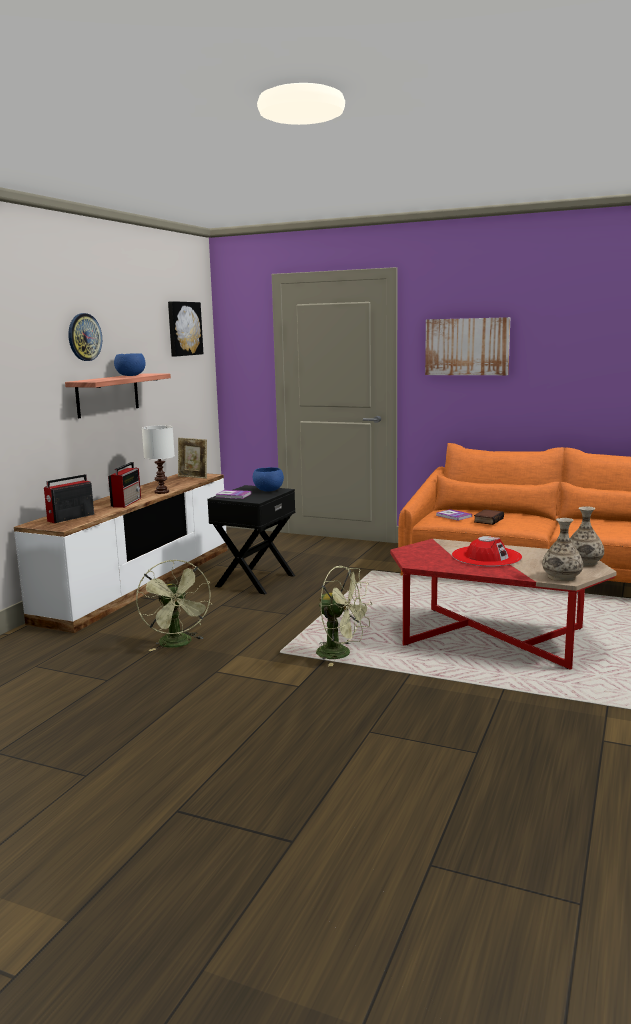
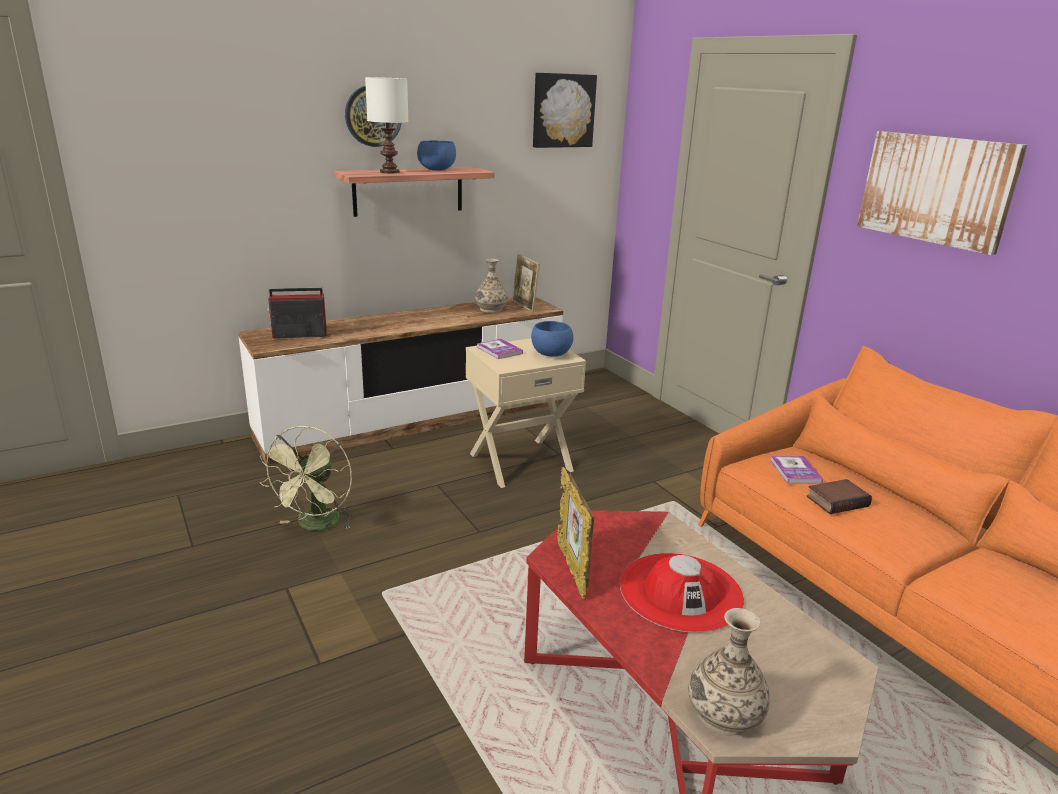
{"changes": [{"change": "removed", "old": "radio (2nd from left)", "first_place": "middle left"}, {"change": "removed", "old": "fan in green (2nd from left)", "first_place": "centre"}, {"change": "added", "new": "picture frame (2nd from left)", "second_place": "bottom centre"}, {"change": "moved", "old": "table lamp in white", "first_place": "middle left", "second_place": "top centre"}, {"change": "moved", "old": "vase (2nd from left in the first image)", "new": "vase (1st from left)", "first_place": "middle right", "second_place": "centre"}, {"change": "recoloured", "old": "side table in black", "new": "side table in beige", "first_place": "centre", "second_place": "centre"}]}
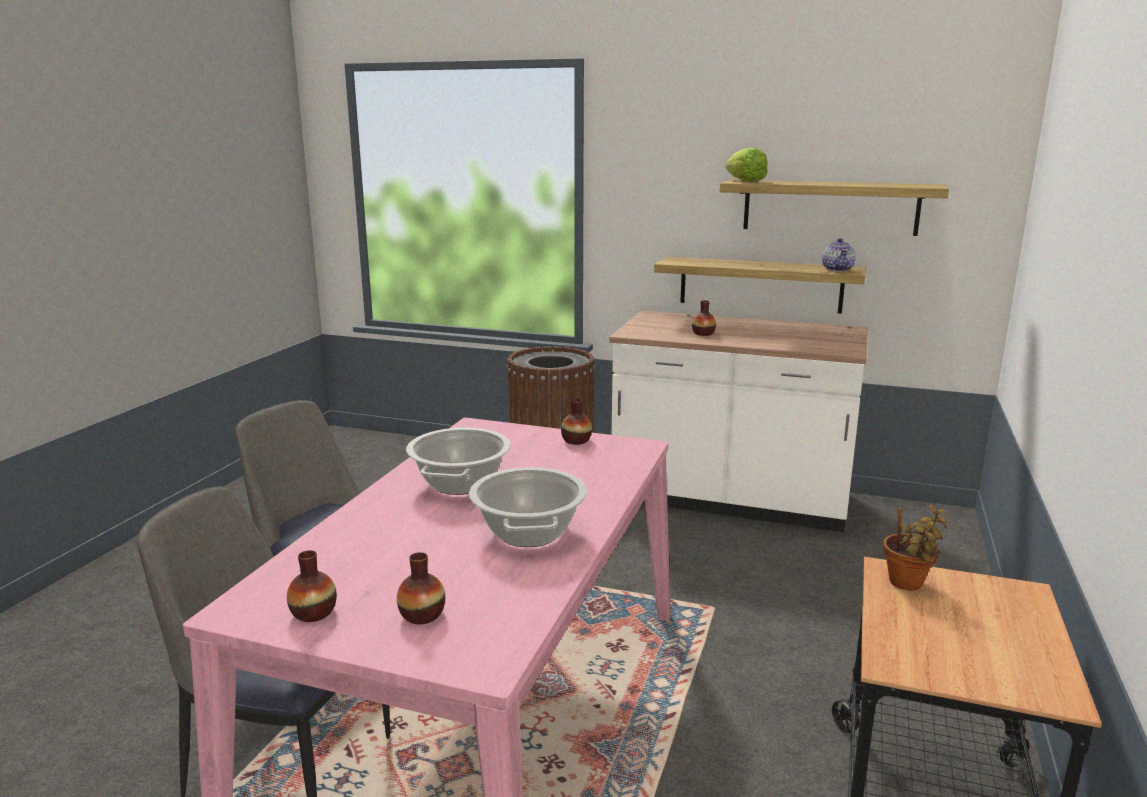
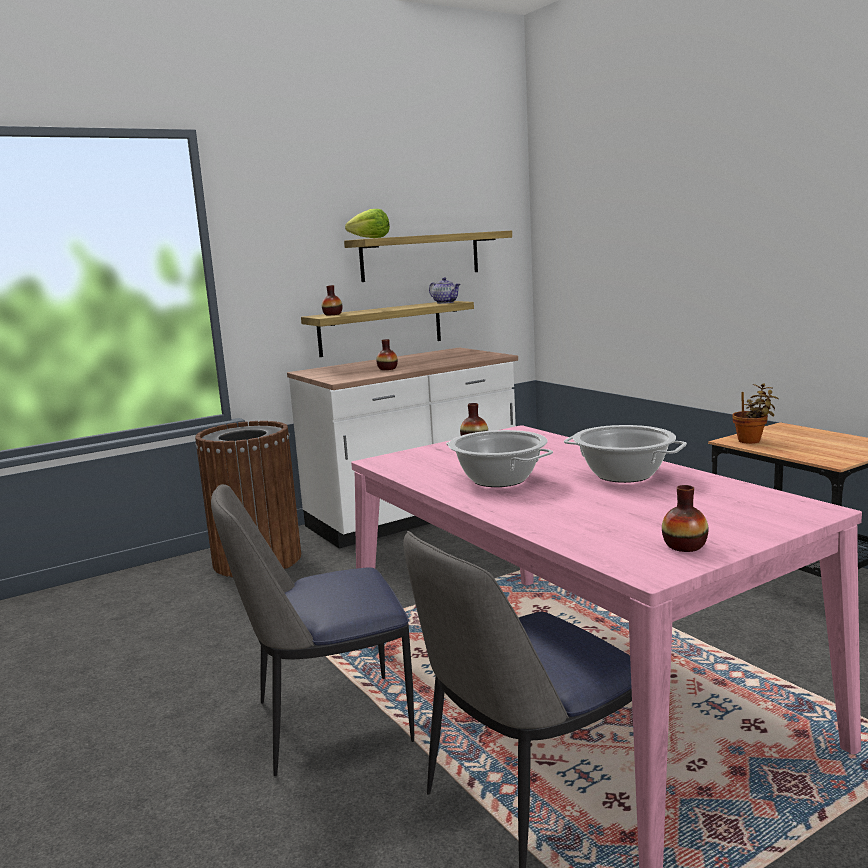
{"changes": [{"change": "moved", "old": "vase (2nd from left in the first image)", "new": "vase (1st from left)", "first_place": "bottom centre", "second_place": "centre"}]}
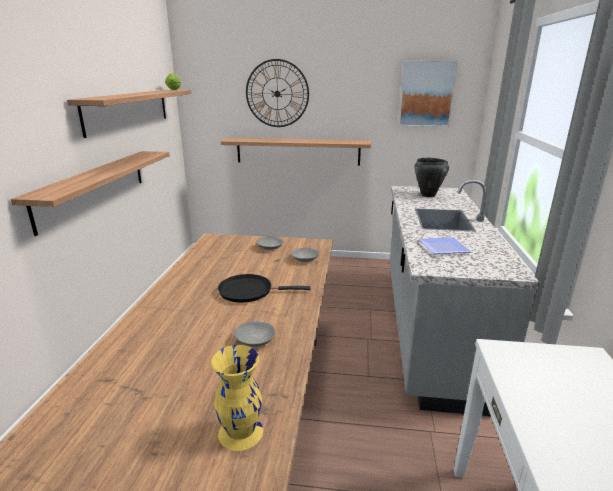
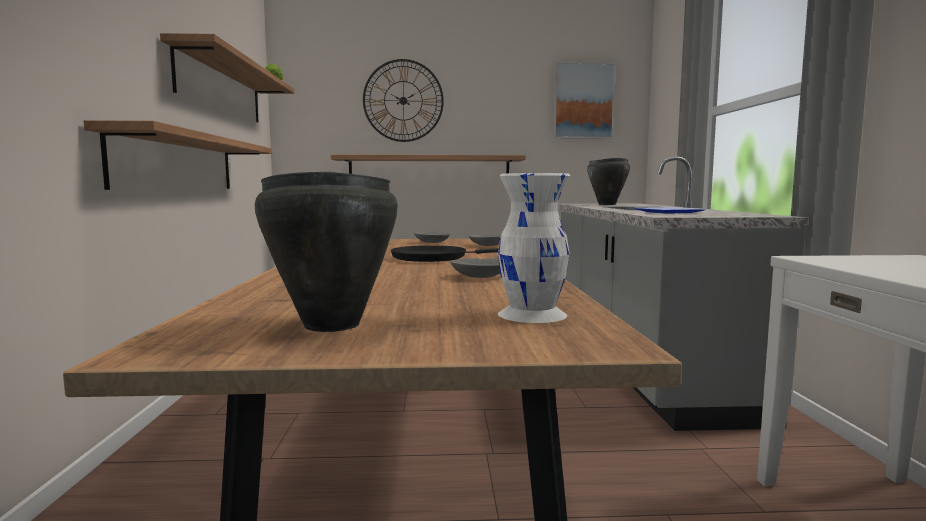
{"changes": [{"change": "added", "new": "cooking pot in black (1st from left)", "second_place": "centre"}, {"change": "recoloured", "old": "vase in yellow", "new": "vase in white", "first_place": "bottom centre", "second_place": "centre"}]}
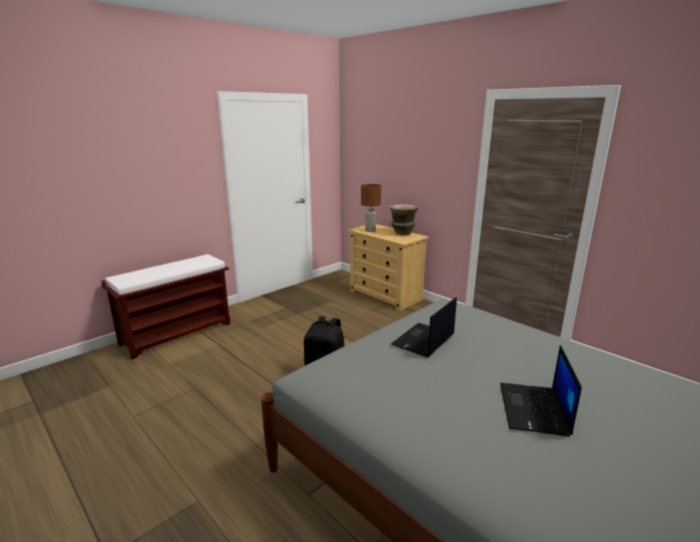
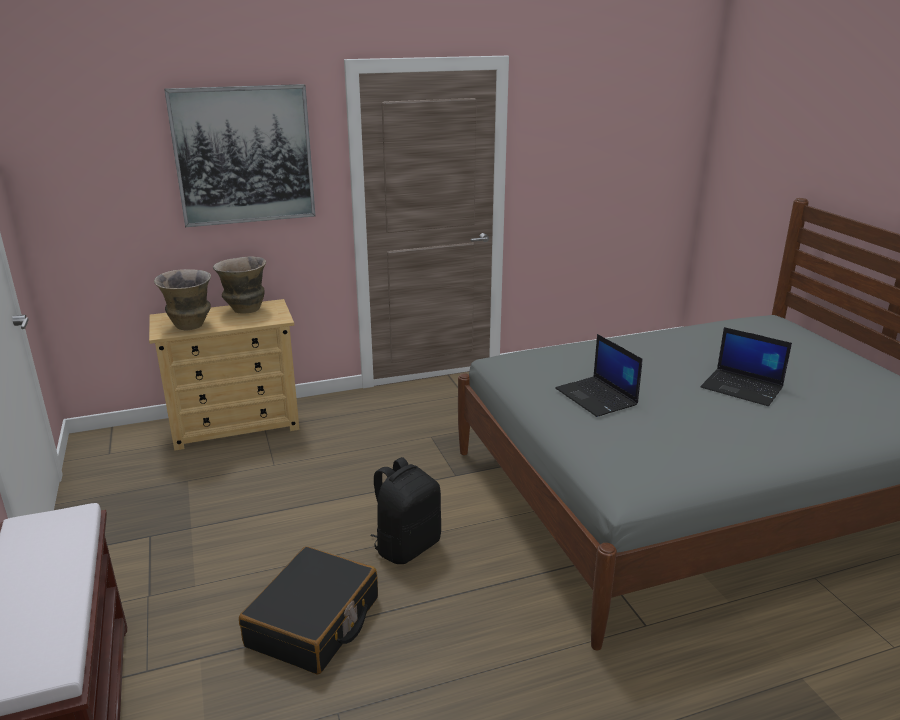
{"changes": [{"change": "added", "new": "picture", "second_place": "top left"}, {"change": "added", "new": "suitcase in black", "second_place": "bottom centre"}, {"change": "replaced", "old": "table lamp in brown", "new": "vase (1st from left)", "first_place": "centre", "second_place": "middle left"}]}
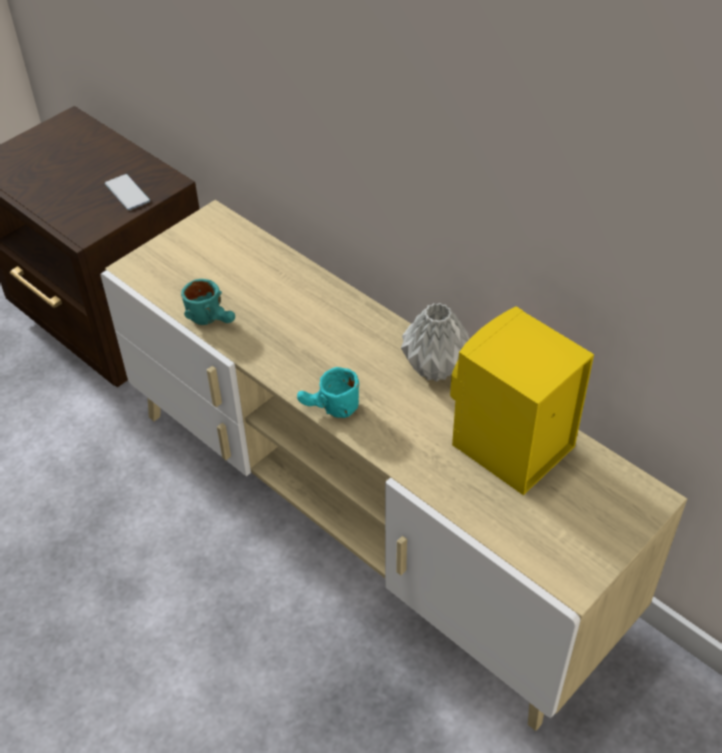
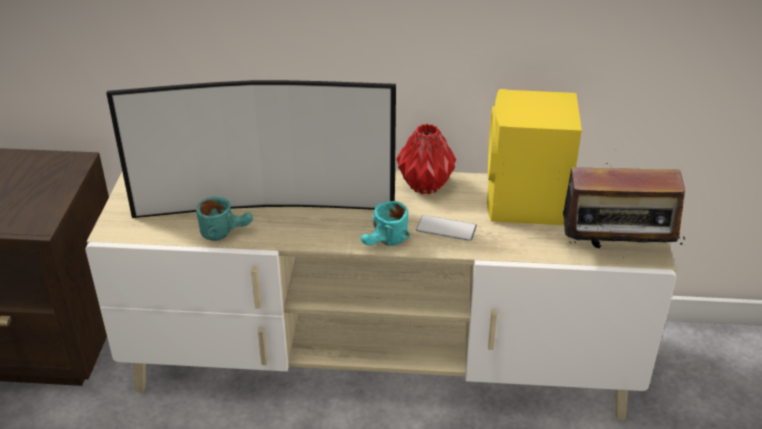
{"changes": [{"change": "added", "new": "television", "second_place": "middle left"}, {"change": "added", "new": "radio", "second_place": "middle right"}, {"change": "moved", "old": "phone", "first_place": "top left", "second_place": "centre"}, {"change": "recoloured", "old": "vase in grey", "new": "vase in red", "first_place": "centre", "second_place": "centre"}]}
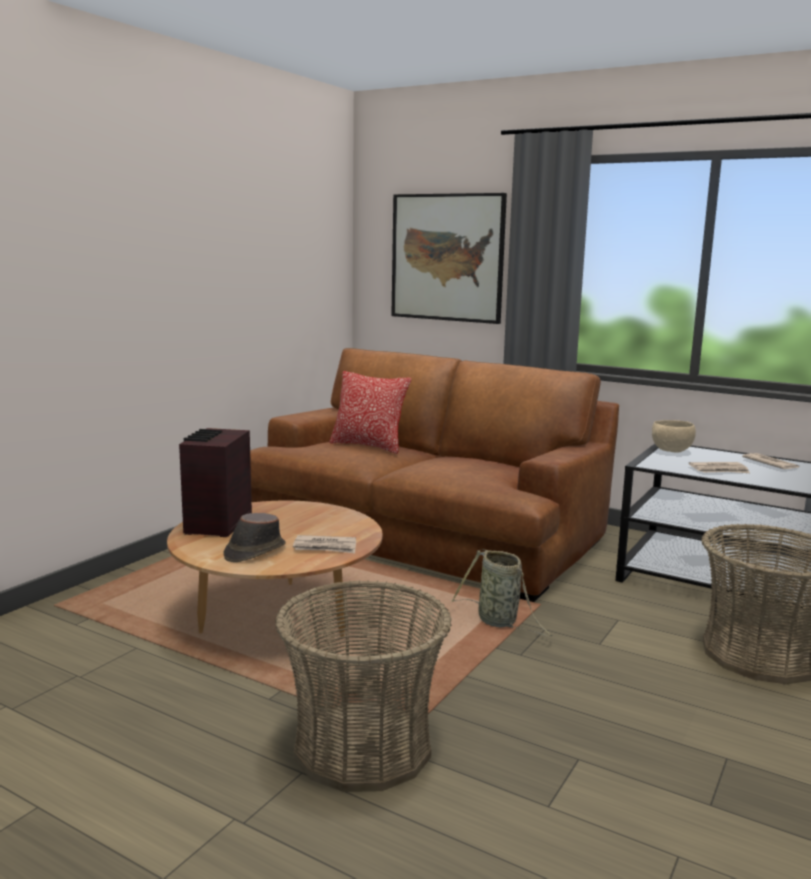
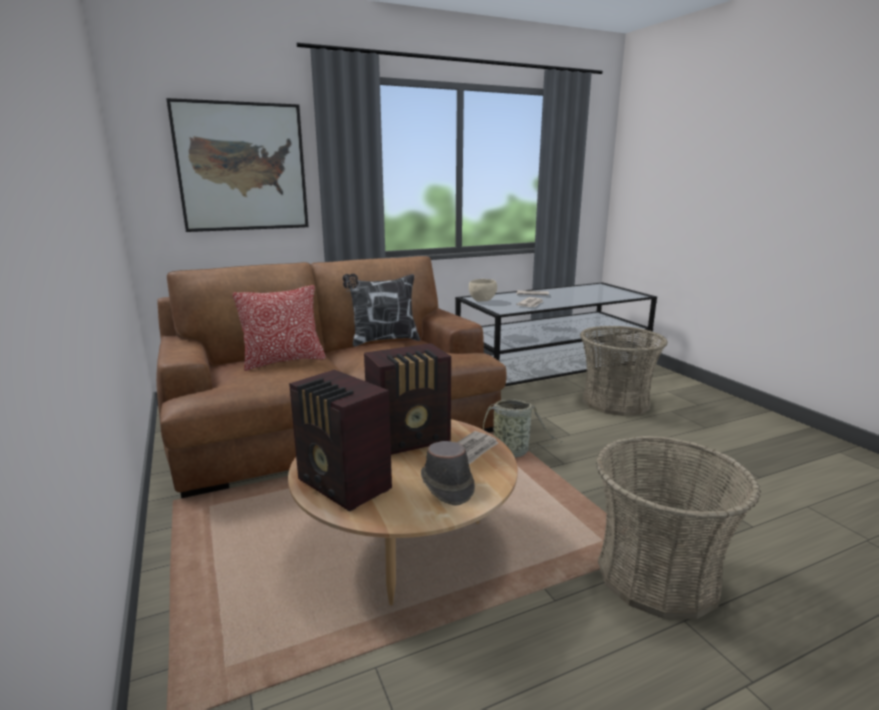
{"changes": [{"change": "added", "new": "pillow (2nd from left)", "second_place": "centre"}, {"change": "added", "new": "radio (2nd from left)", "second_place": "centre"}]}
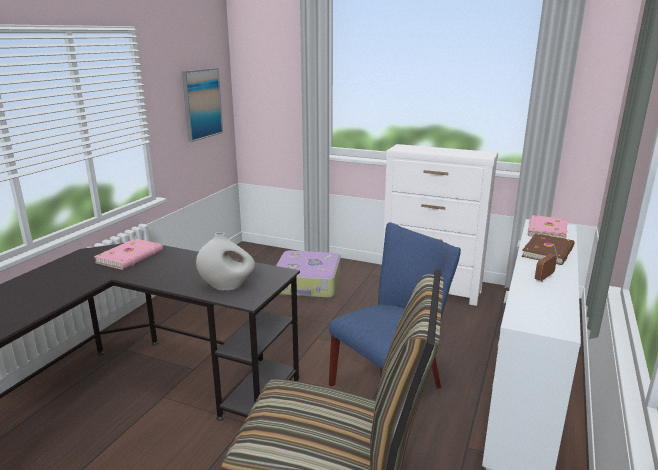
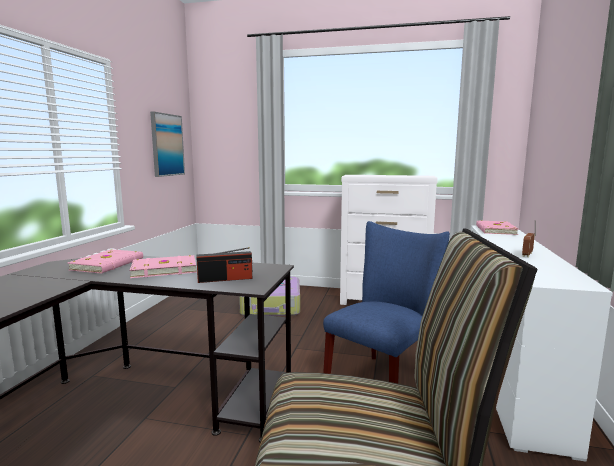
{"changes": [{"change": "removed", "old": "book in brown", "first_place": "middle right"}, {"change": "added", "new": "book in pink (2nd from left)", "second_place": "middle left"}, {"change": "replaced", "old": "vase in white", "new": "radio (1st from left)", "first_place": "centre", "second_place": "centre"}]}
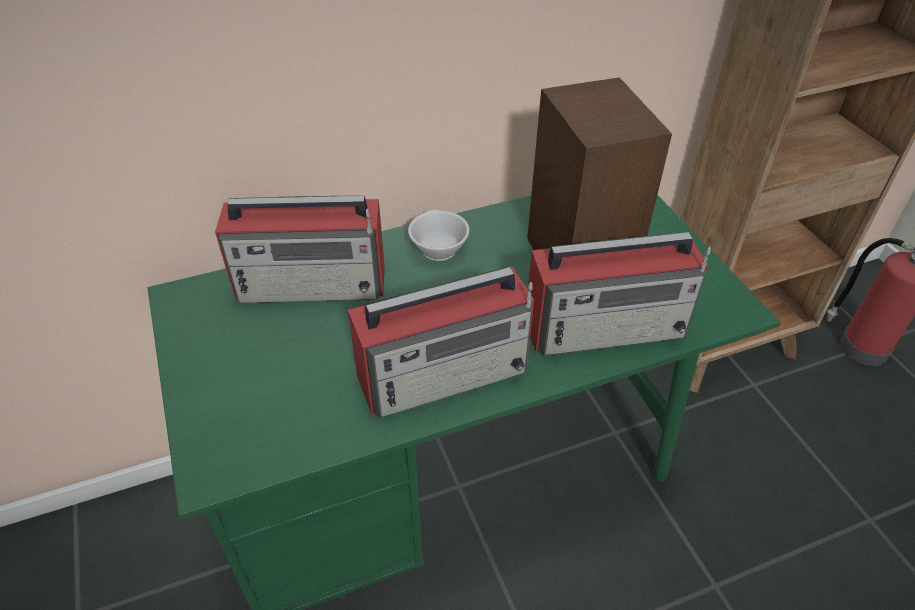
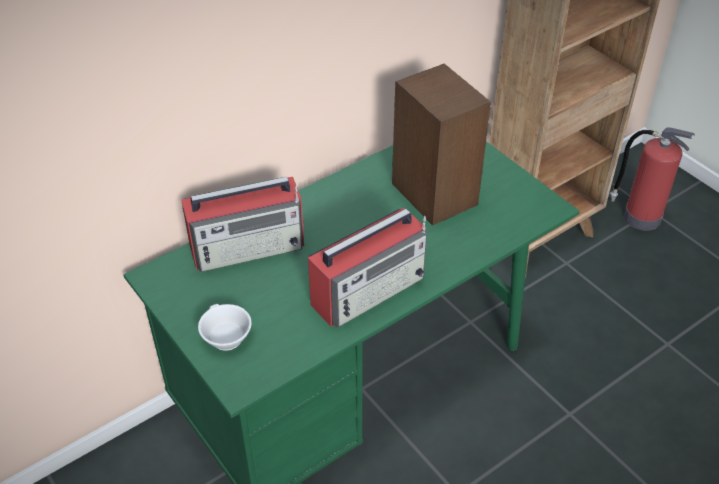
{"changes": [{"change": "removed", "old": "radio (3rd from left)", "first_place": "middle right"}, {"change": "moved", "old": "cup in white", "first_place": "centre", "second_place": "bottom left"}]}
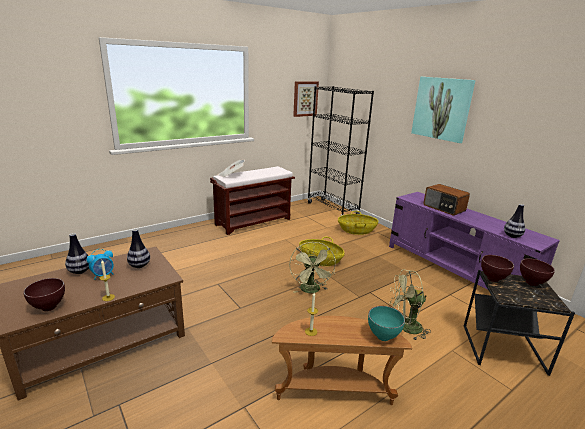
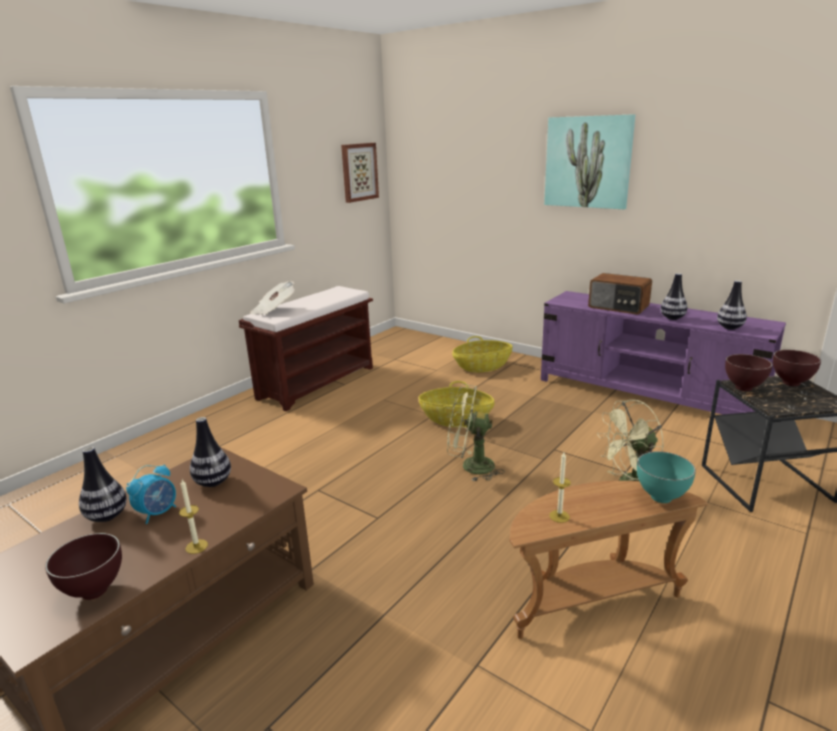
{"changes": [{"change": "removed", "old": "bookcase in black", "first_place": "centre"}, {"change": "added", "new": "vase (3rd from left)", "second_place": "middle right"}, {"change": "turned", "old": "fan in green (1st from left)", "first_place": "centre", "second_place": "centre", "degrees": 120}]}
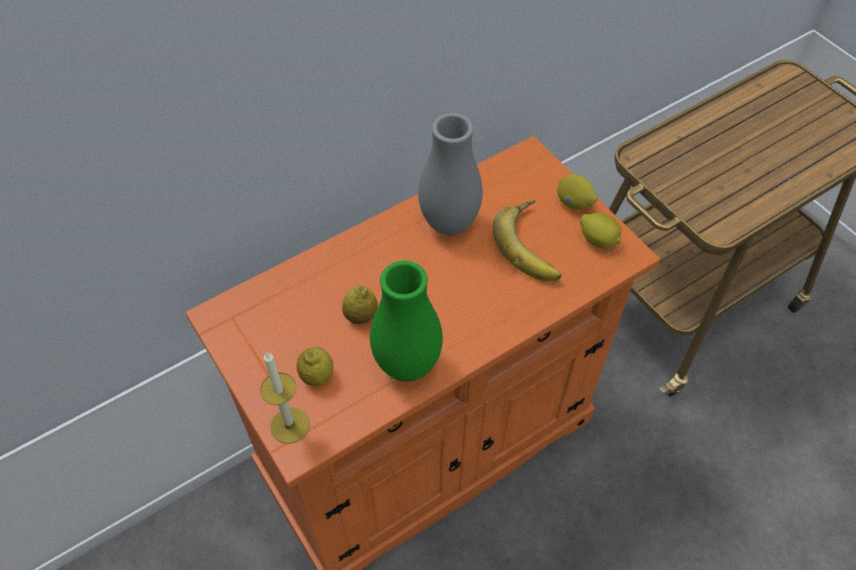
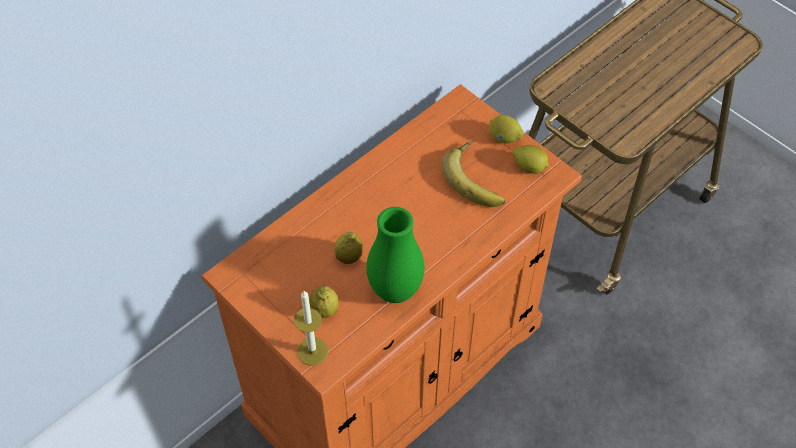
{"changes": [{"change": "removed", "old": "vase in grey", "first_place": "top centre"}]}
